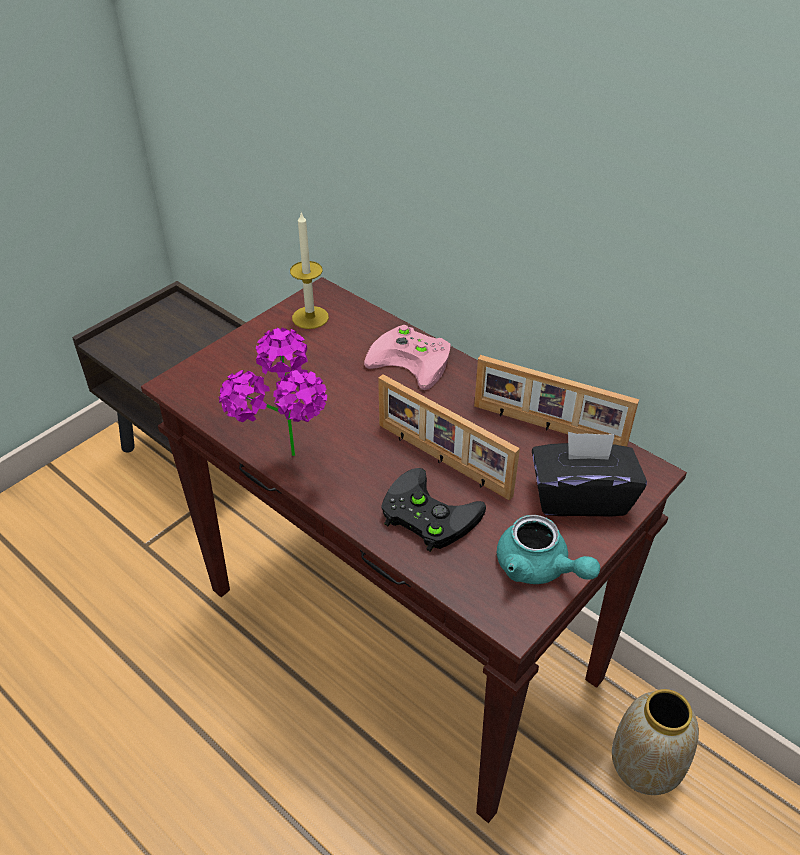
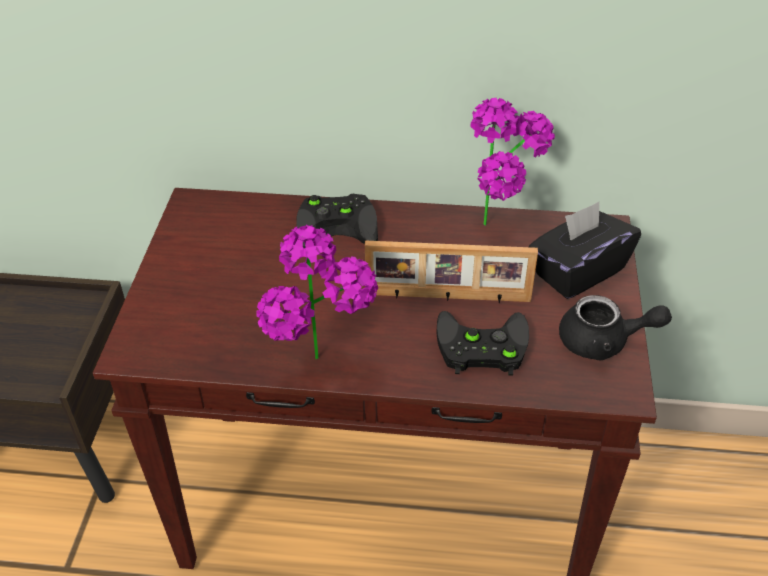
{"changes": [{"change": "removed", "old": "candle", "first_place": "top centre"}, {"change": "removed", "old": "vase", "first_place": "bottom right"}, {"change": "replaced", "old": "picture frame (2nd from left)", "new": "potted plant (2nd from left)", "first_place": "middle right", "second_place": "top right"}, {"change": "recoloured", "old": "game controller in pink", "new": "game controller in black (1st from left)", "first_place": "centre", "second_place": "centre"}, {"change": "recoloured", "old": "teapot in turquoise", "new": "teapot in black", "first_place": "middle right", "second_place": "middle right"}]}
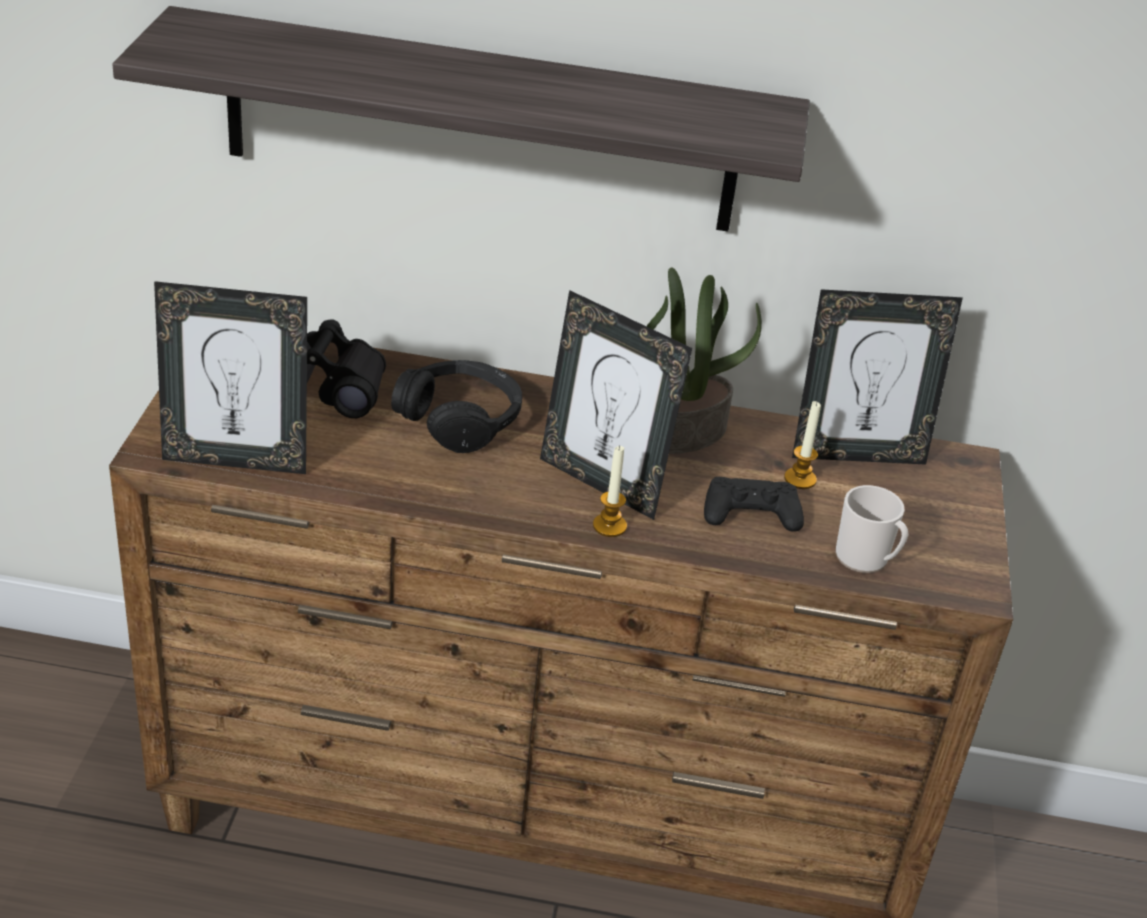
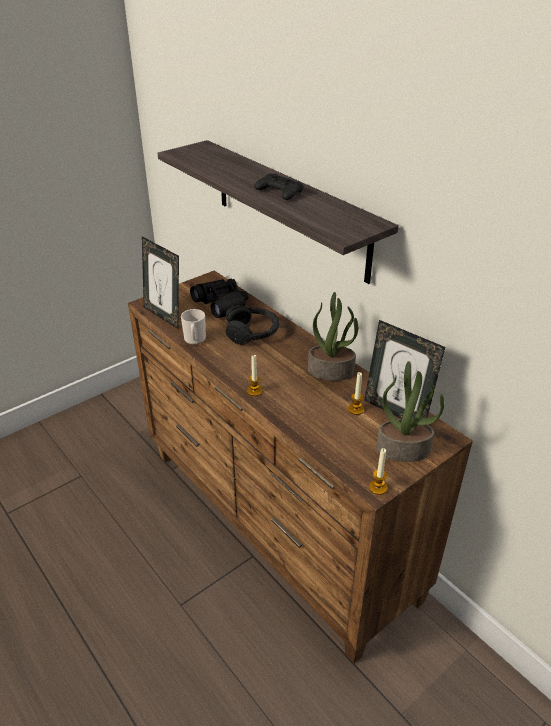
{"changes": [{"change": "removed", "old": "picture frame (2nd from left)", "first_place": "centre"}, {"change": "added", "new": "candle (3rd from left)", "second_place": "middle right"}, {"change": "added", "new": "potted plant (2nd from left)", "second_place": "middle right"}, {"change": "moved", "old": "game controller in black", "first_place": "centre", "second_place": "top centre"}, {"change": "moved", "old": "mug", "first_place": "middle right", "second_place": "centre"}]}
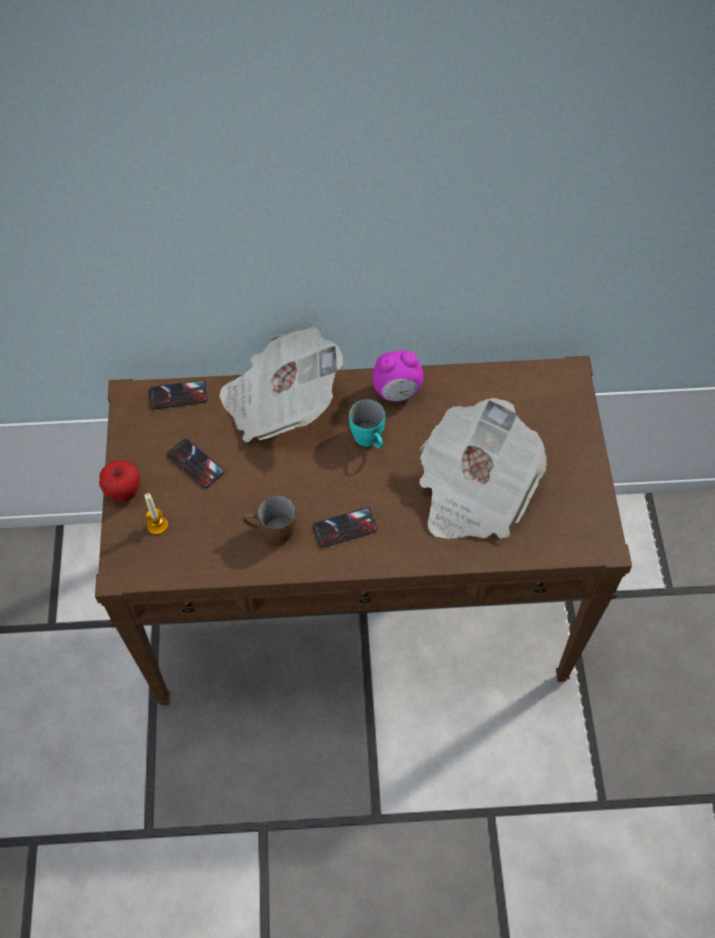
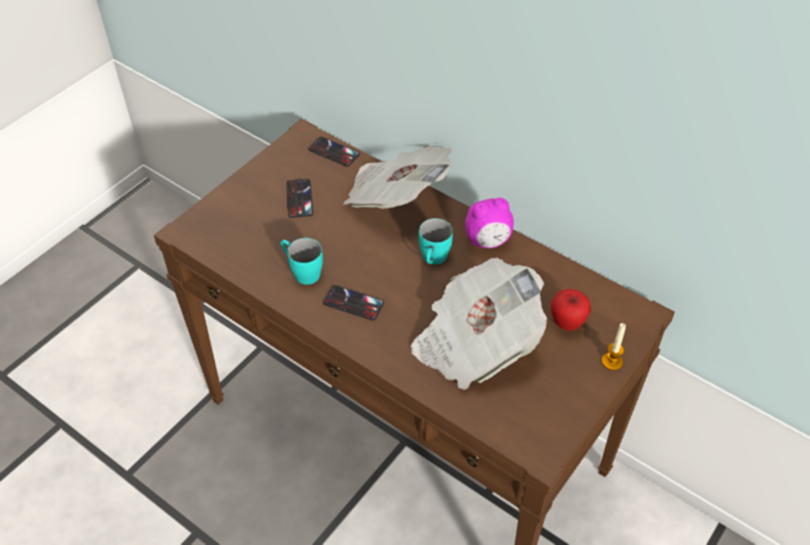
{"changes": [{"change": "moved", "old": "apple", "first_place": "middle left", "second_place": "middle right"}, {"change": "moved", "old": "candle", "first_place": "middle left", "second_place": "middle right"}, {"change": "recoloured", "old": "mug in brown", "new": "mug in turquoise (1st from left)", "first_place": "centre", "second_place": "centre"}, {"change": "turned", "old": "alarm clock", "first_place": "centre", "second_place": "centre", "degrees": -45}]}
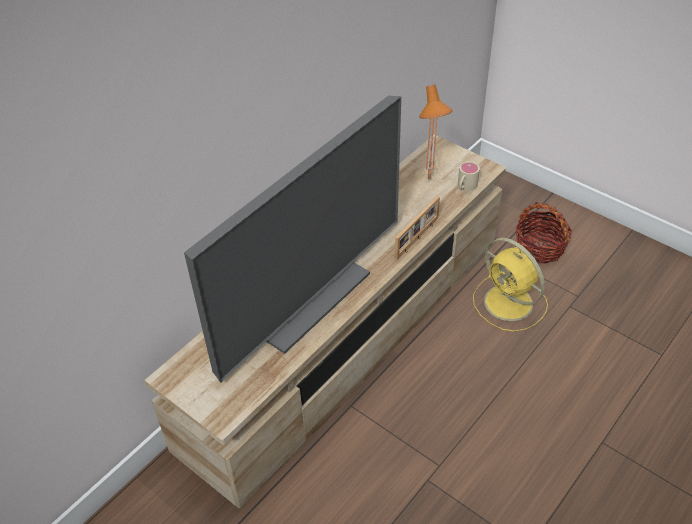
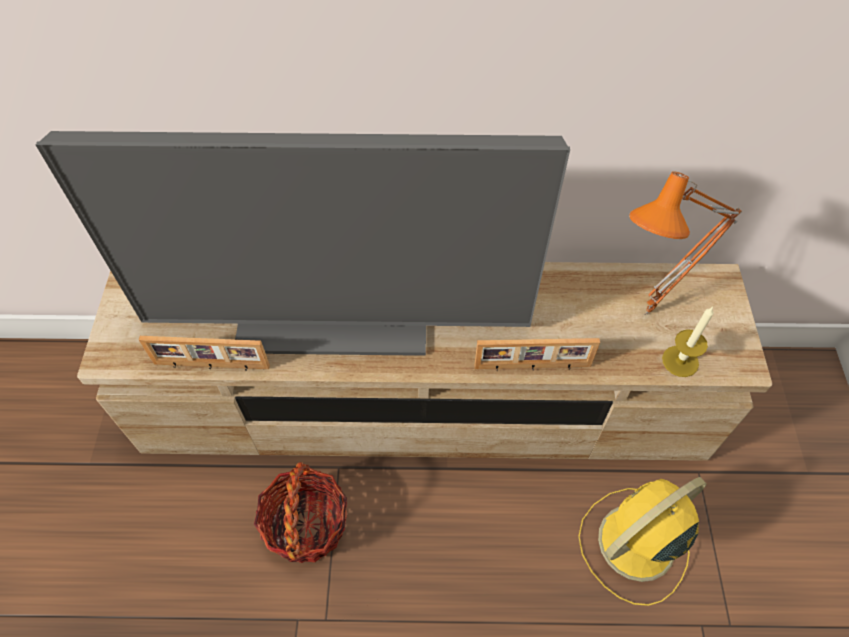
{"changes": [{"change": "added", "new": "picture frame (1st from left)", "second_place": "middle left"}, {"change": "moved", "old": "basket", "first_place": "middle right", "second_place": "bottom centre"}, {"change": "replaced", "old": "mug in beige", "new": "candle", "first_place": "middle right", "second_place": "middle right"}, {"change": "turned", "old": "fan in yellow", "first_place": "middle right", "second_place": "bottom right", "degrees": 45}]}
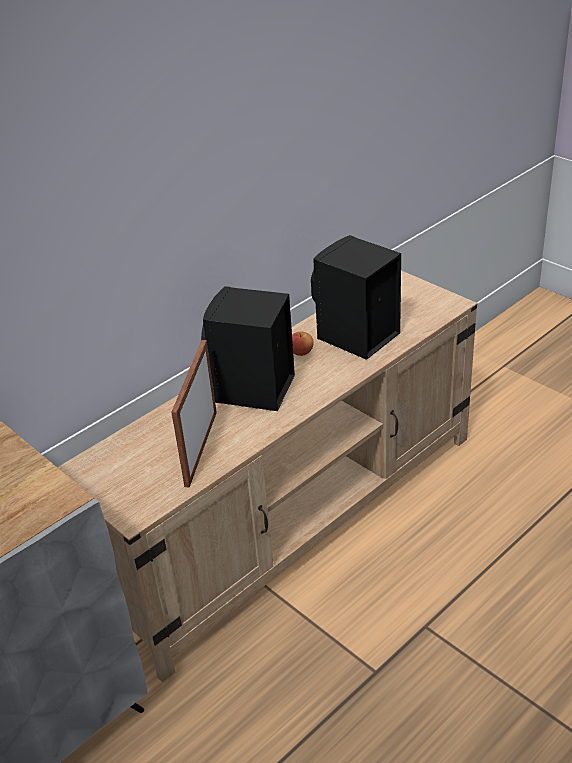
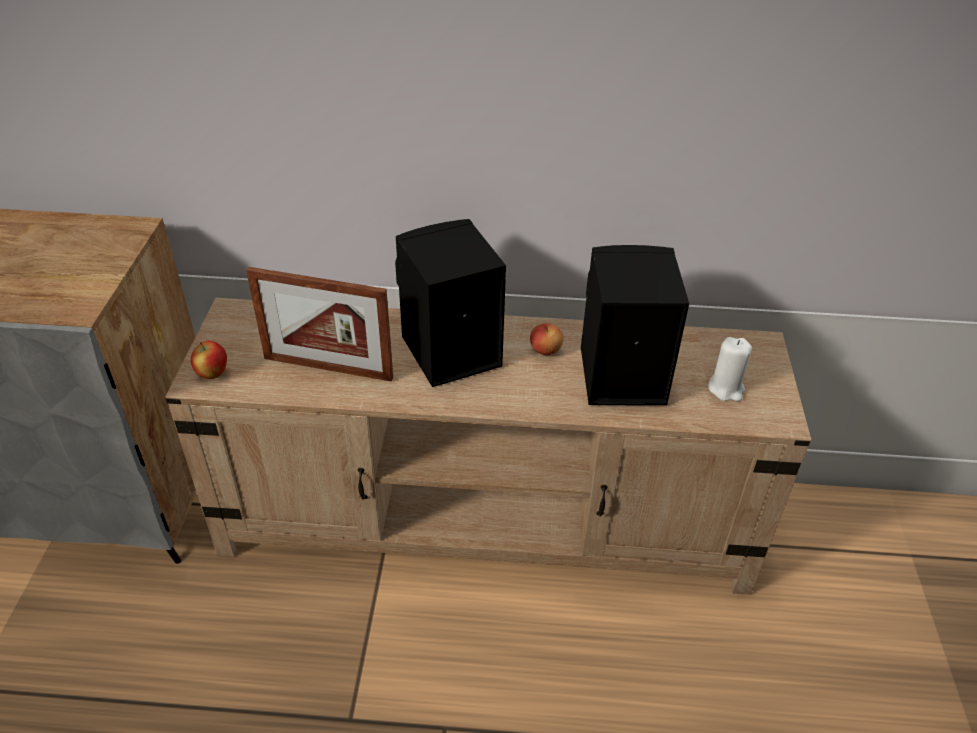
{"changes": [{"change": "added", "new": "apple (1st from left)", "second_place": "middle left"}, {"change": "added", "new": "candle in white", "second_place": "middle right"}, {"change": "turned", "old": "picture frame", "first_place": "centre", "second_place": "middle left", "degrees": -135}]}
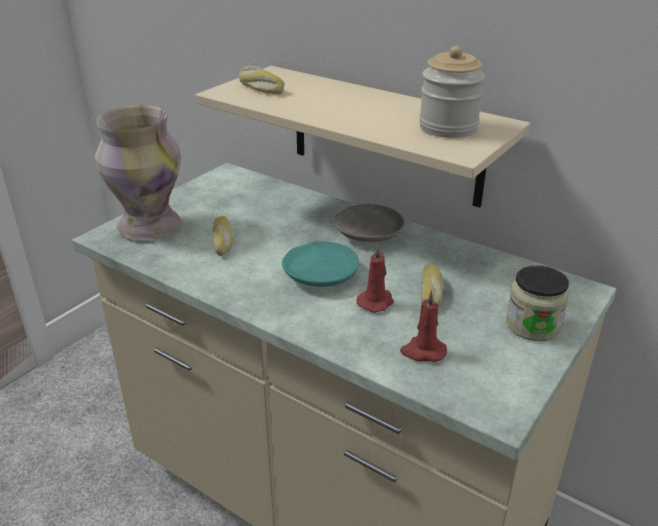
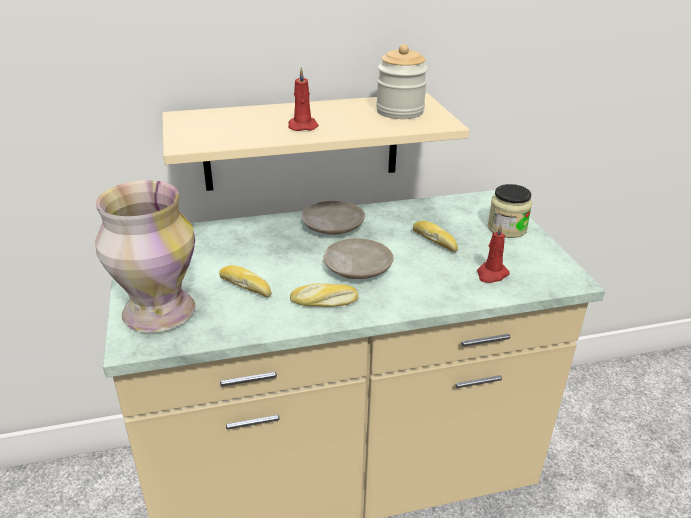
{"changes": [{"change": "moved", "old": "bread (2nd from left)", "first_place": "top centre", "second_place": "centre"}, {"change": "moved", "old": "candle in red (1st from left)", "first_place": "centre", "second_place": "top centre"}, {"change": "recoloured", "old": "plate in turquoise", "new": "plate in beige (2nd from left)", "first_place": "centre", "second_place": "centre"}]}
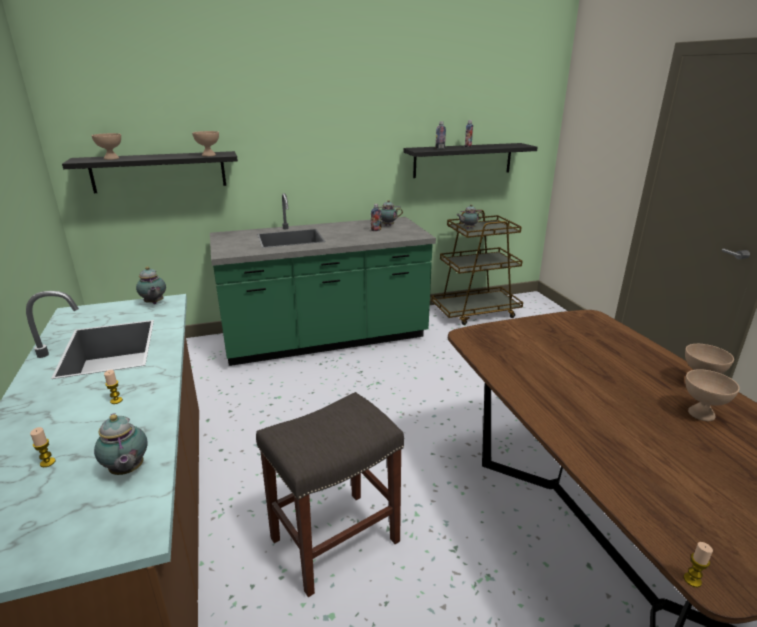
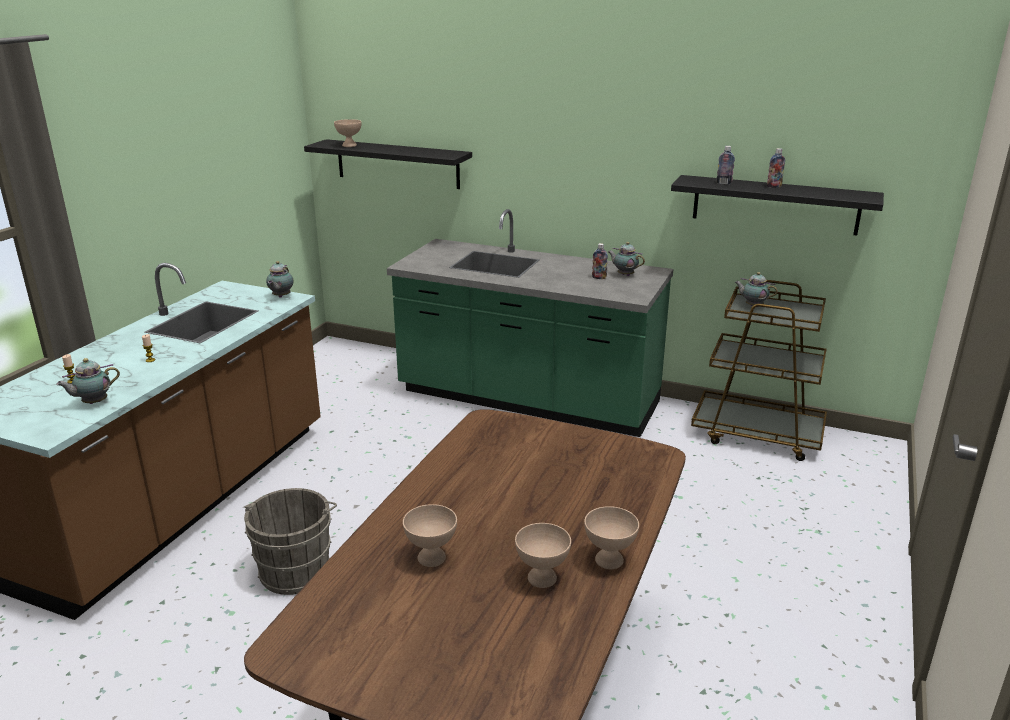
{"changes": [{"change": "removed", "old": "candle (3rd from left)", "first_place": "bottom right"}, {"change": "moved", "old": "bowl in beige (2nd from left)", "first_place": "top left", "second_place": "bottom centre"}, {"change": "replaced", "old": "stool in grey", "new": "bucket in grey", "first_place": "bottom centre", "second_place": "bottom left"}, {"change": "turned", "old": "teapot (1st from left)", "first_place": "bottom left", "second_place": "middle left", "degrees": 45}]}
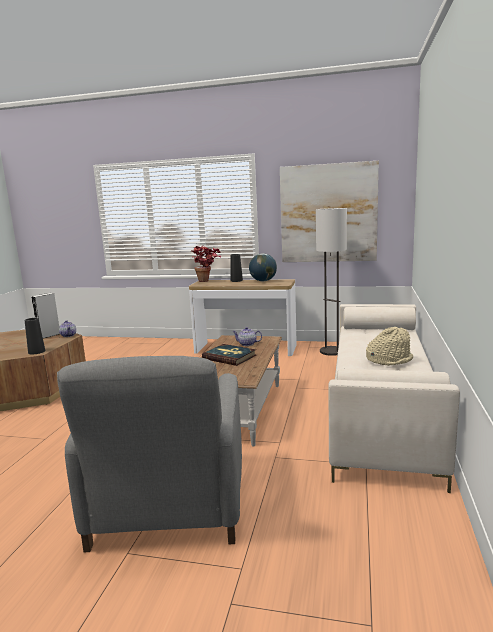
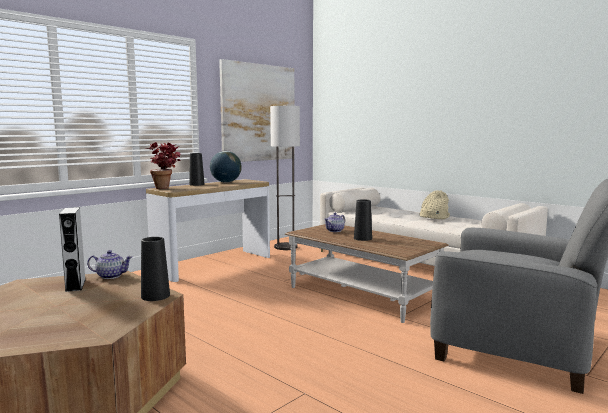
{"changes": [{"change": "replaced", "old": "book", "new": "vase in black (3rd from left)", "first_place": "centre", "second_place": "centre"}]}
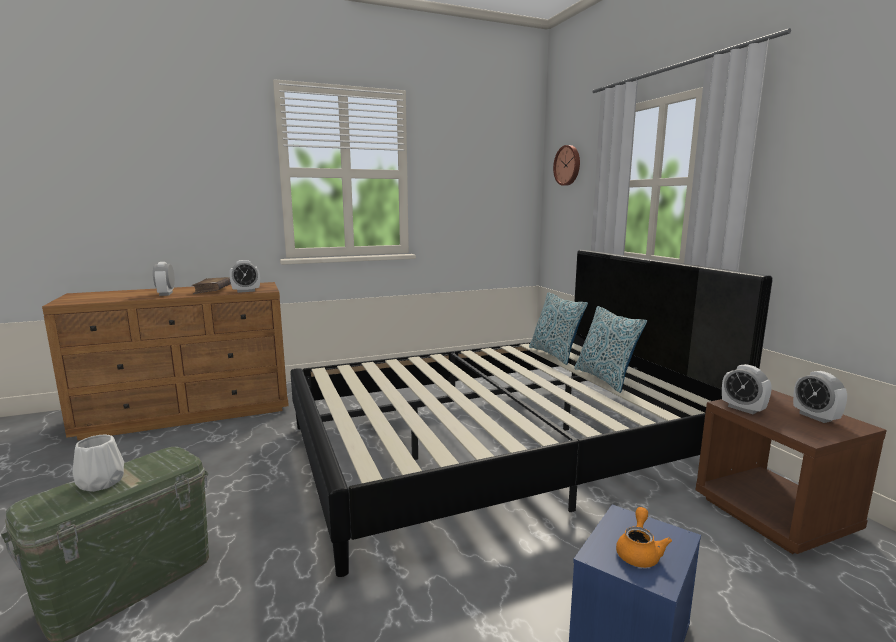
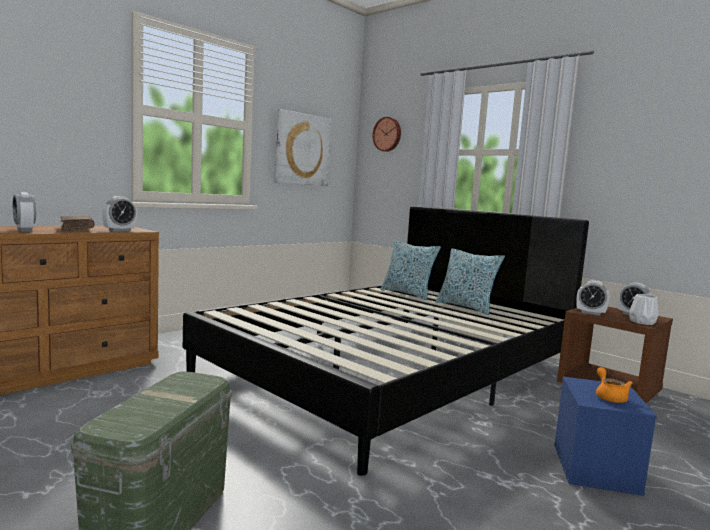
{"changes": [{"change": "added", "new": "picture", "second_place": "top centre"}, {"change": "moved", "old": "vase in white", "first_place": "bottom left", "second_place": "middle right"}]}
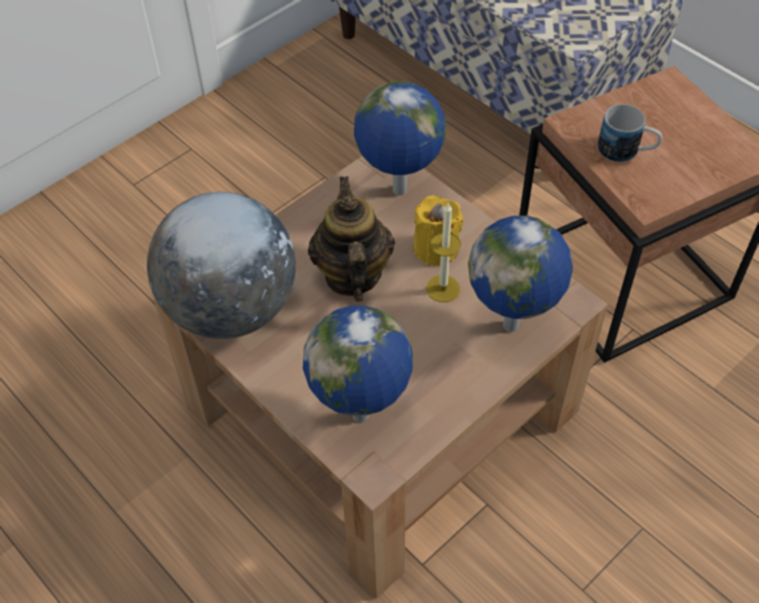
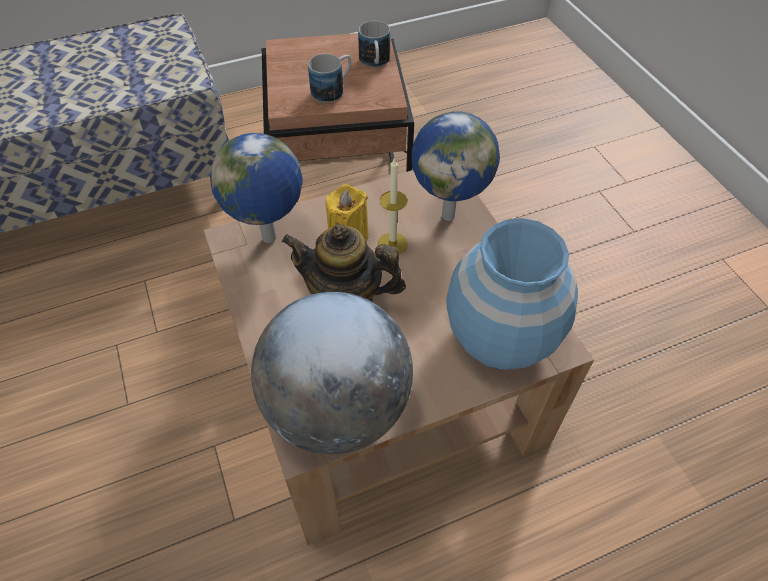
{"changes": [{"change": "added", "new": "mug (2nd from left)", "second_place": "top centre"}, {"change": "replaced", "old": "globe (2nd from left)", "new": "vase in blue", "first_place": "centre", "second_place": "middle right"}]}
